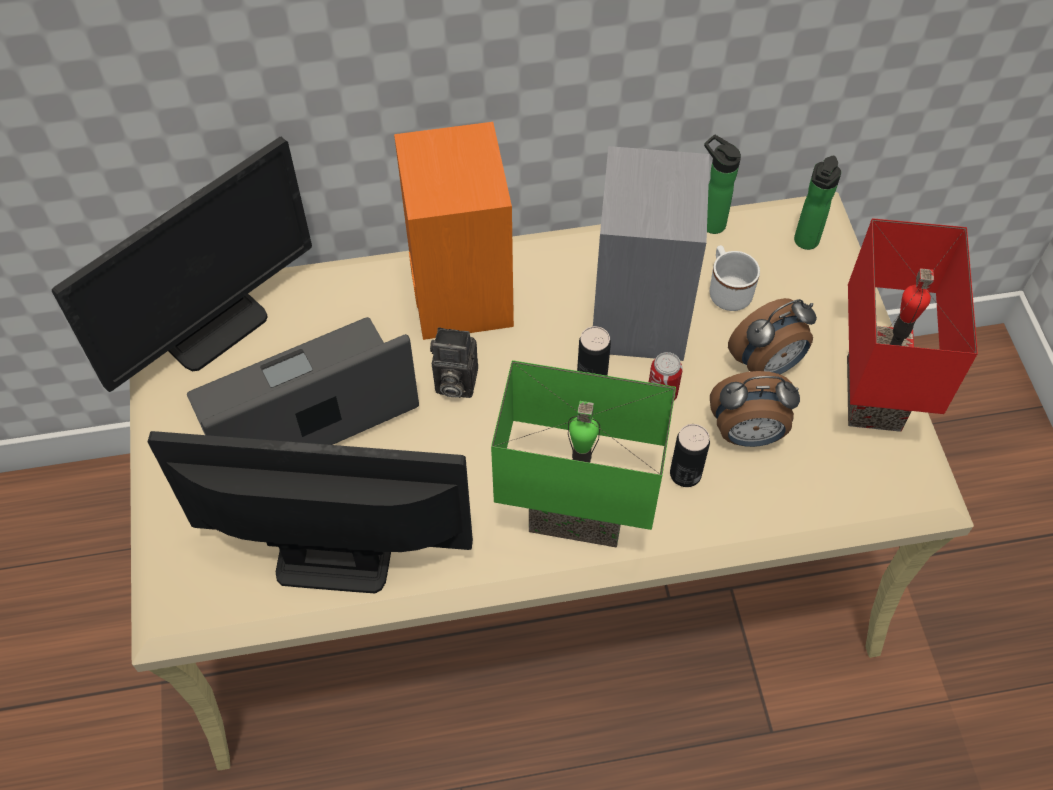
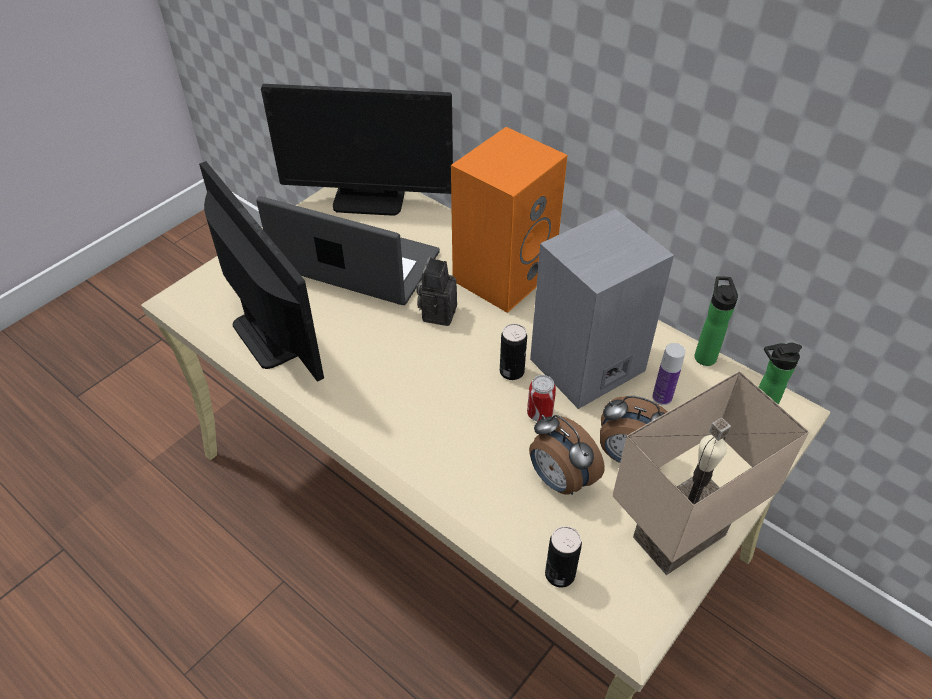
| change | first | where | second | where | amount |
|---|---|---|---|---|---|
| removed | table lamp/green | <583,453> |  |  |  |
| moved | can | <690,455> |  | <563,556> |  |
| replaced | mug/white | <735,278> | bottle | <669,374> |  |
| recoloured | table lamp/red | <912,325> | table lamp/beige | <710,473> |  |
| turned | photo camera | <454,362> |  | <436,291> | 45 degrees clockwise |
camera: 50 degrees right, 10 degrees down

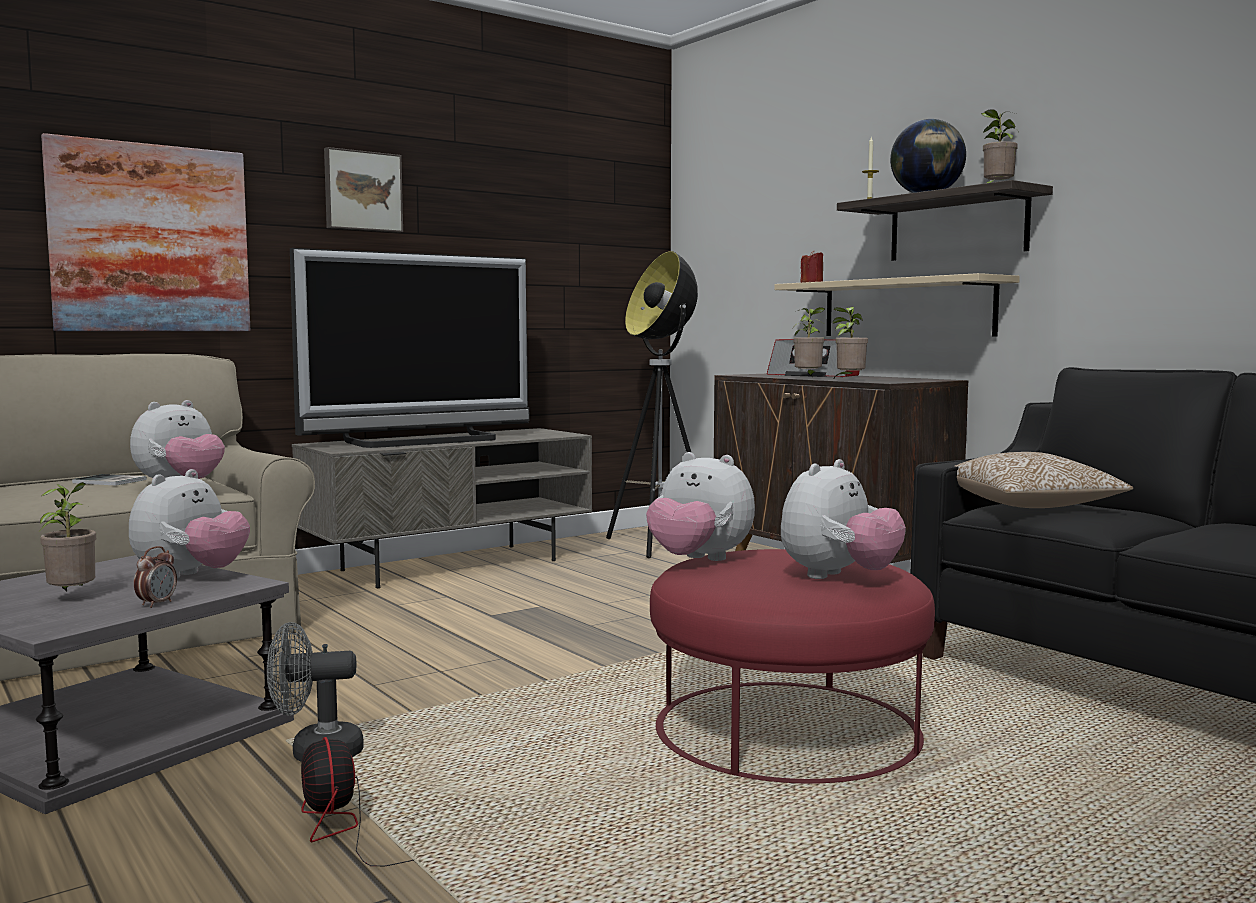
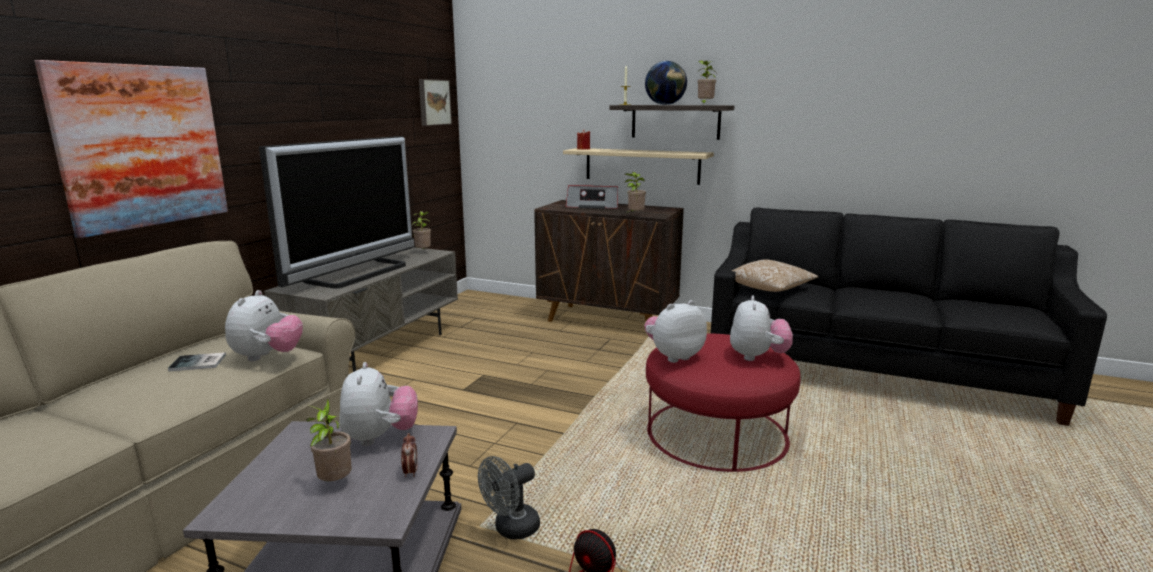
| change | first | where | second | where | amount |
|---|---|---|---|---|---|
| removed | floor lamp | <652,404> |  |  |  |
| moved | picture | <363,190> |  | <435,102> |  |
| moved | potted plant | <809,342> |  | <421,230> |  |
| turned | plush toy | <700,506> |  | <675,331> | 150 degrees clockwise |
camera: 30 degrees left, 10 degrees up

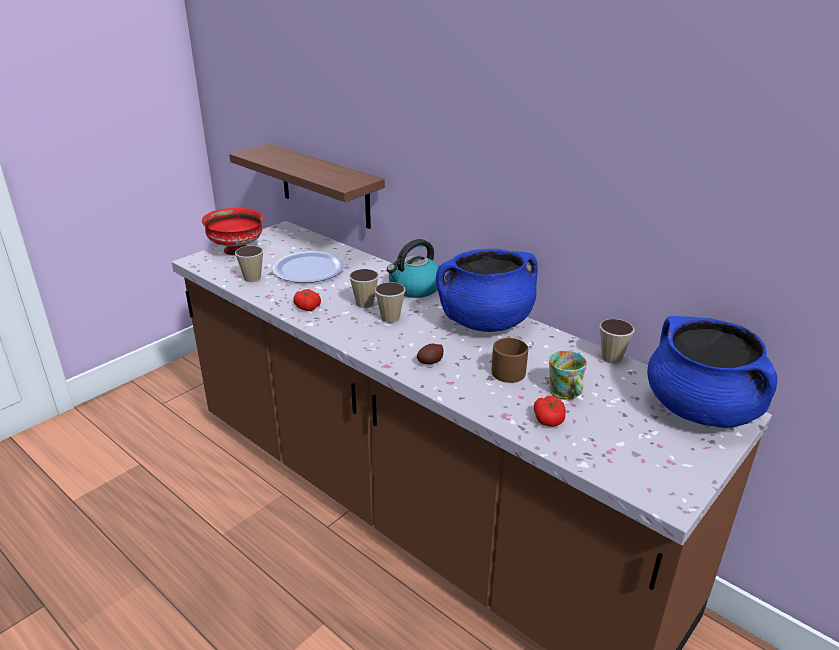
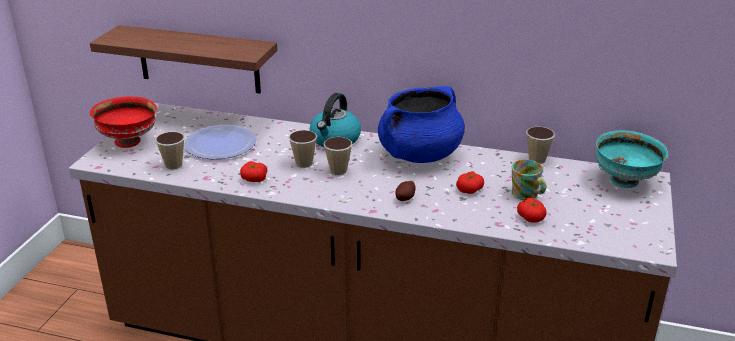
| change | first | where | second | where | amount |
|---|---|---|---|---|---|
| replaced | mug/brown | <510,360> | tomato | <470,182> |  |
| replaced | cooking pot/blue | <712,372> | bowl/turquoise | <632,159> |  |
camera: 25 degrees left, 0 degrees up

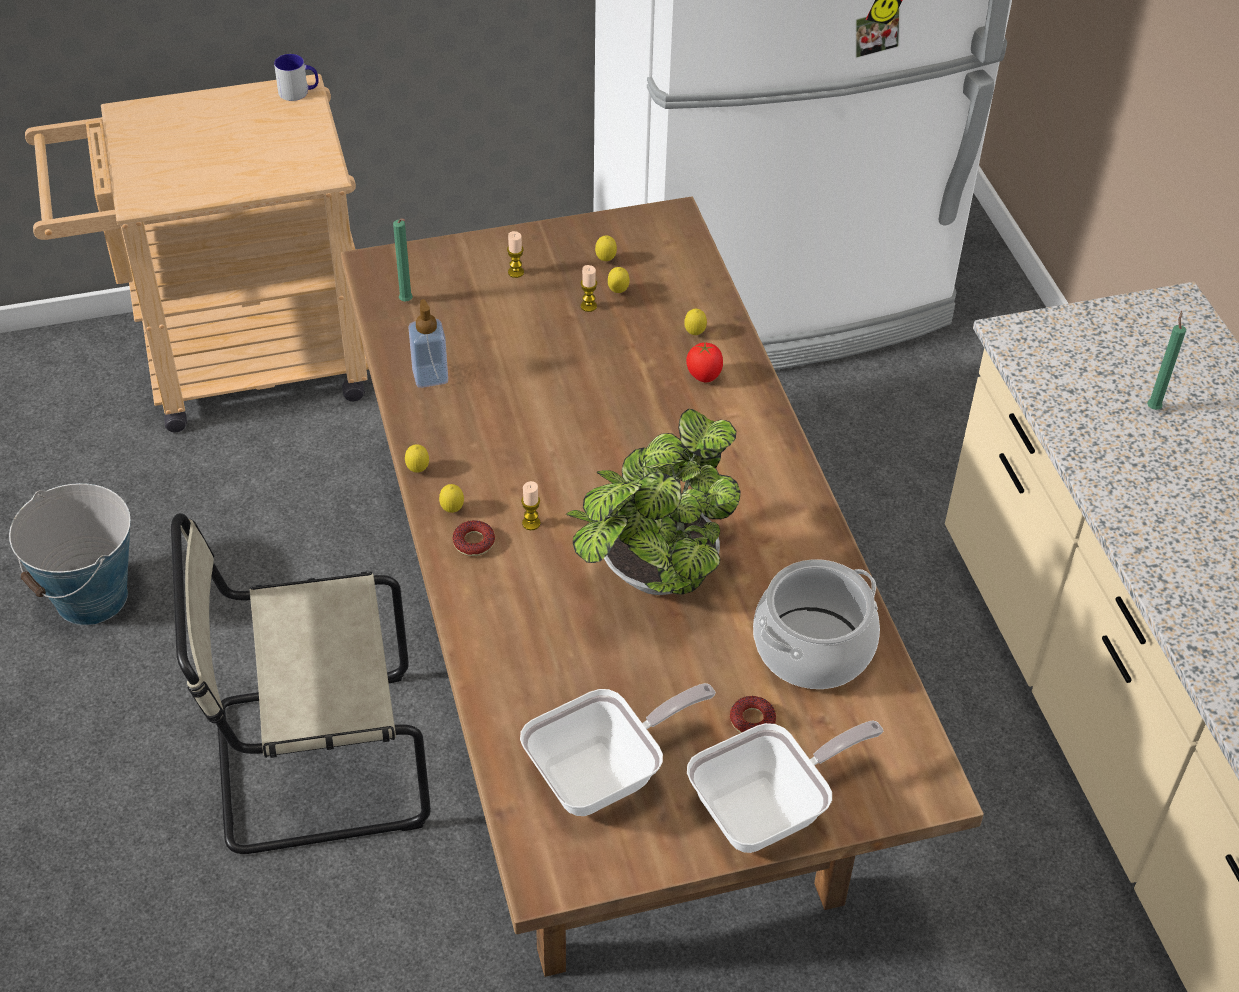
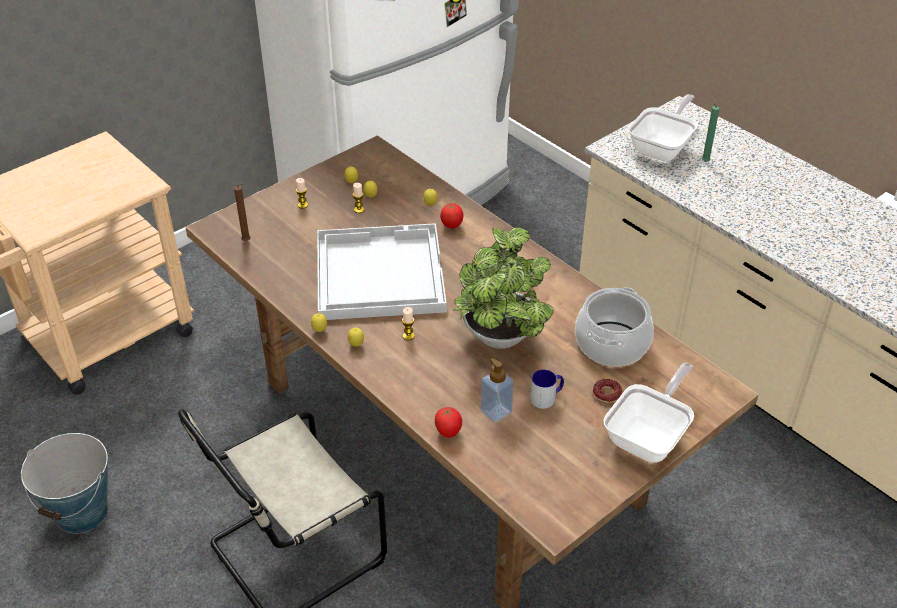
| change | first | where | second | where | amount |
|---|---|---|---|---|---|
| removed | donut | <473,538> |  |  |  |
| added |  |  | tray/white | <382,271> |  |
| added |  |  | tomato | <448,422> |  |
| moved | mug | <296,77> |  | <547,389> |  |
| moved | soap dispenser | <428,343> |  | <497,390> |  |
| moved | frying pan | <618,749> |  | <663,128> |  |
| recoloured | candle/green | <403,259> | candle/brown | <242,212> |  |
camera: 25 degrees left, 5 degrees down

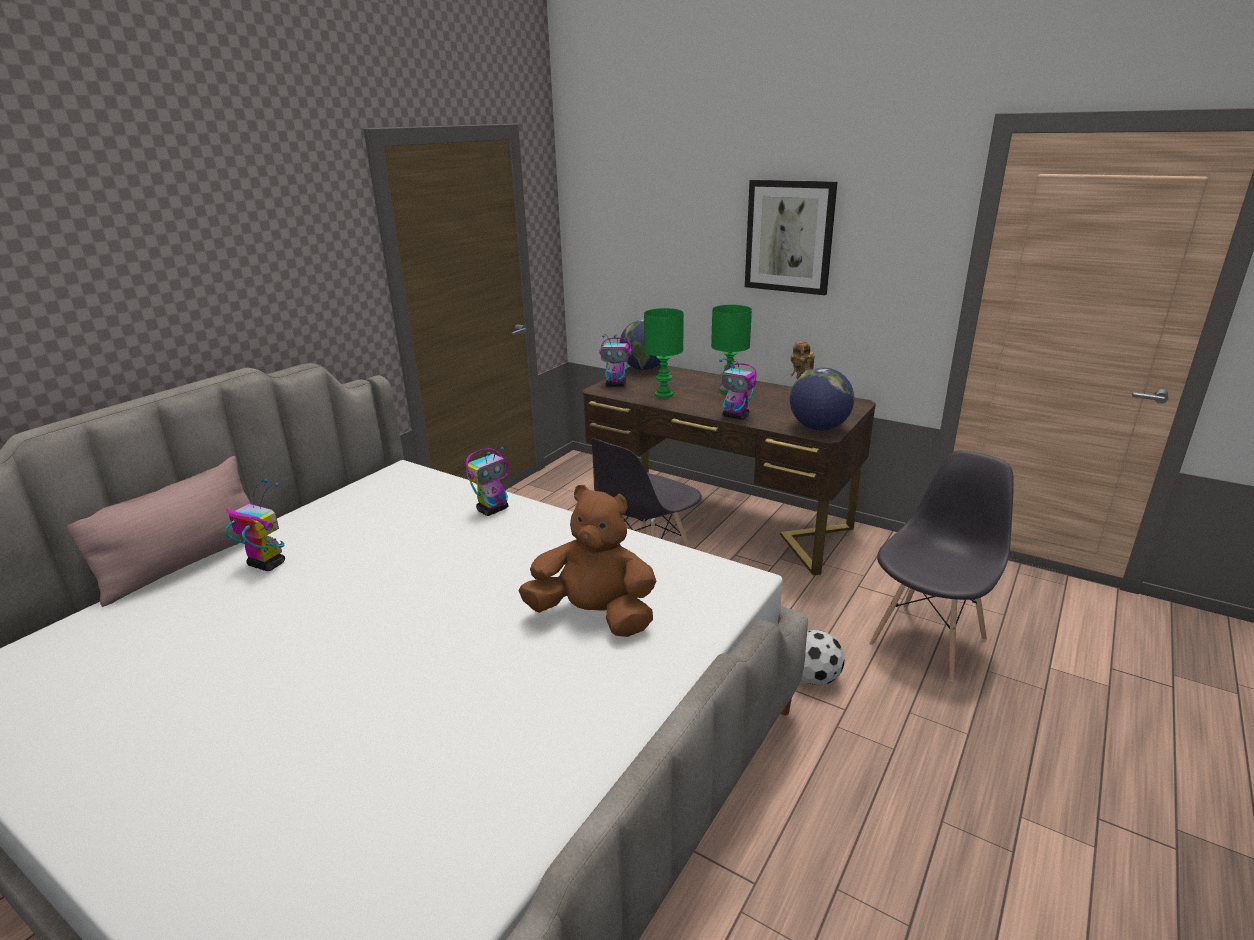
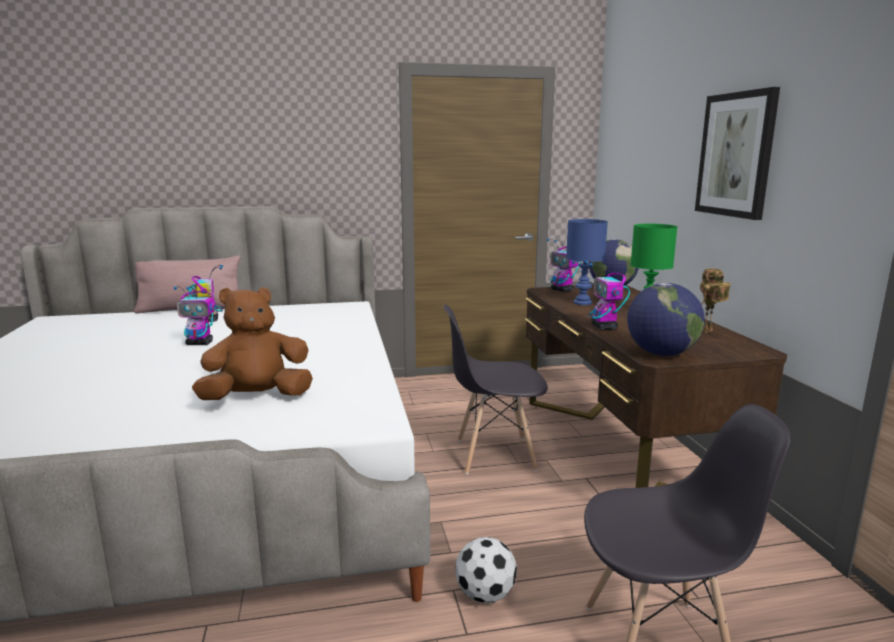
| change | first | where | second | where | amount |
|---|---|---|---|---|---|
| moved | toy robot | <487,481> |  | <194,315> |  |
| recoloured | table lamp/green | <664,353> | table lamp/blue | <587,262> |  |
| turned | plush toy/brown | <587,561> |  | <252,343> | 90 degrees counterclockwise |
camera: 45 degrees right, 10 degrees down

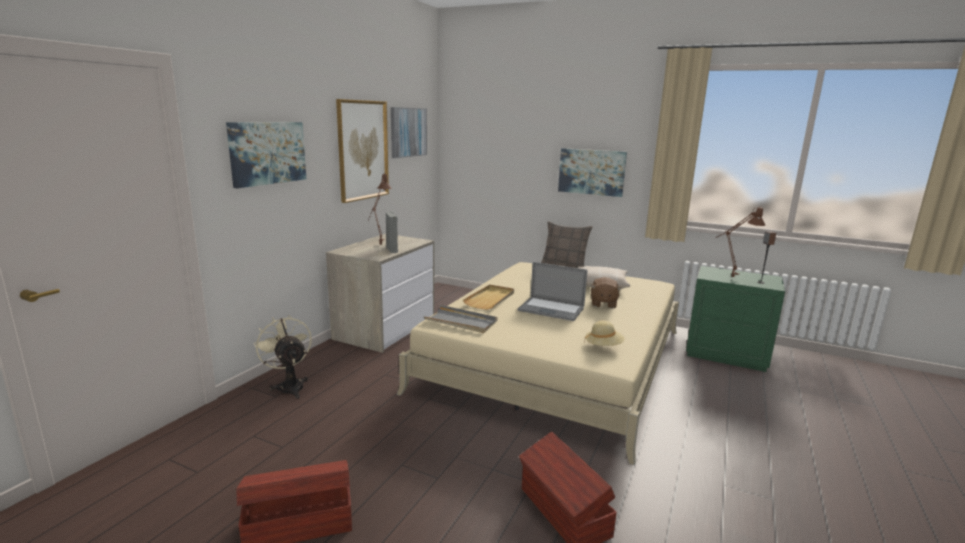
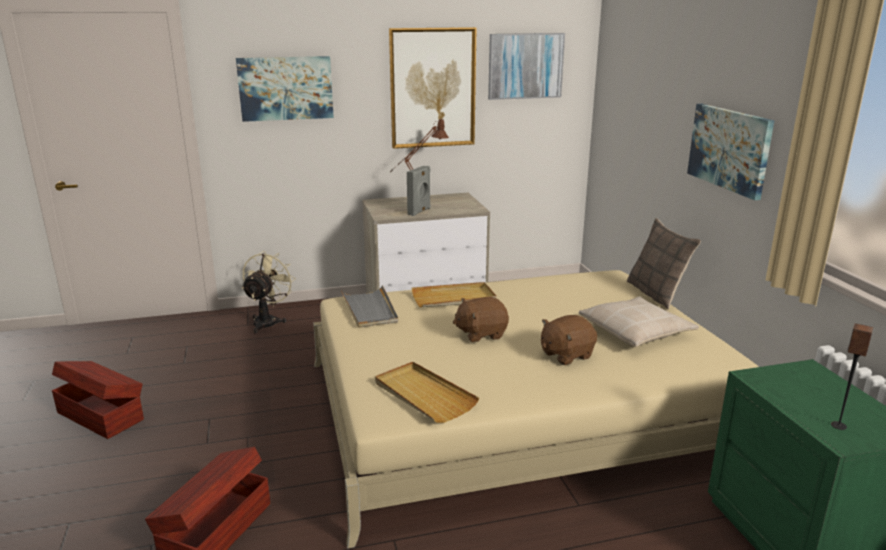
| change | first | where | second | where | amount |
|---|---|---|---|---|---|
| removed | table lamp/brown | <740,241> |  |  |  |
| replaced | laptop | <552,291> | plush toy/brown | <481,319> |  |
| replaced | hat/beige | <604,333> | tray/beige | <427,392> |  |
camera: 50 degrees right, 5 degrees up

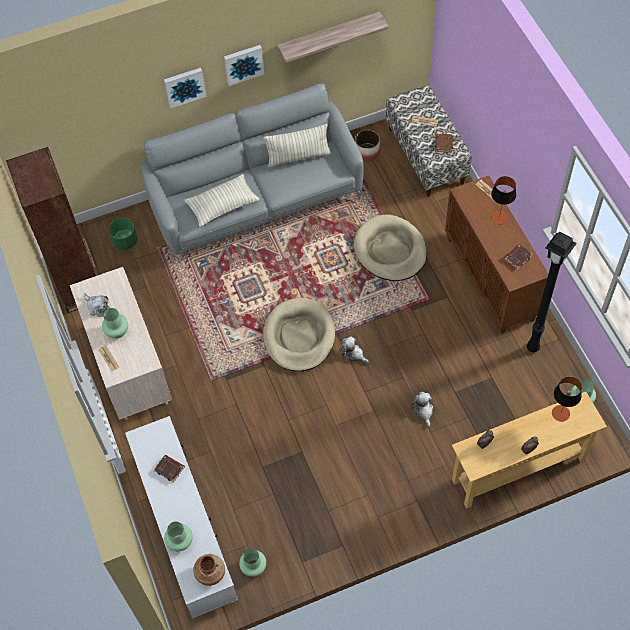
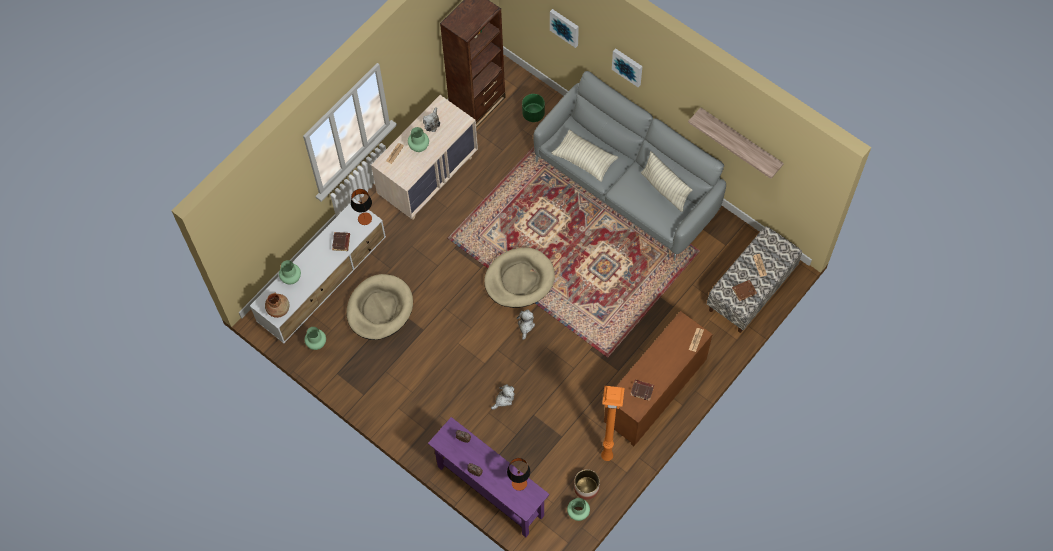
| change | first | where | second | where | amount |
|---|---|---|---|---|---|
| moved | picture | <244,65> |  | <564,28> |  |
| moved | dog bed/beige | <390,247> |  | <379,307> |  |
| moved | planter | <367,146> |  | <587,484> |  |
| moved | table lamp | <503,200> |  | <361,207> |  |
| recoloured | console table/beige | <529,450> | console table/purple | <489,477> |  |
| recoloured | floor lamp/black | <552,291> | floor lamp/orange | <612,423> |  |
camera: 60 degrees right, 5 degrees up

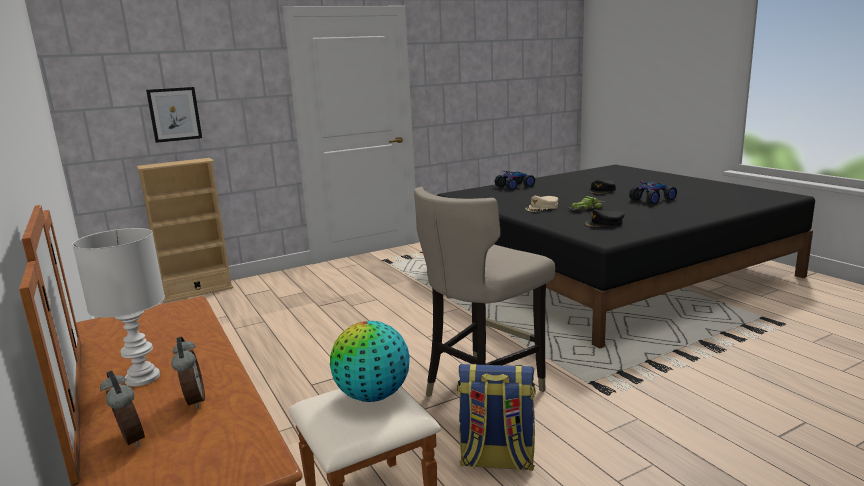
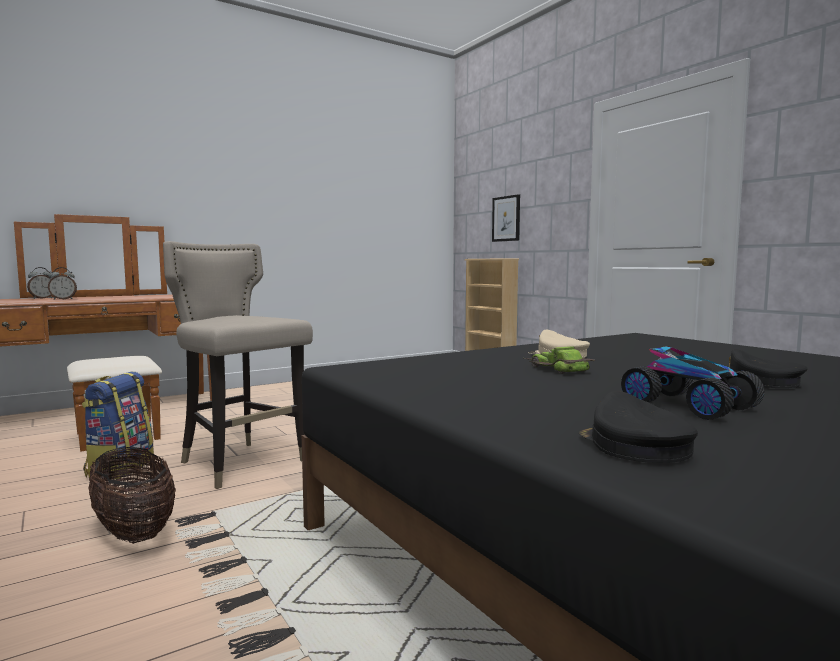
| change | first | where | second | where | amount |
|---|---|---|---|---|---|
| removed | table lamp/white | <118,307> |  |  |  |
| removed | globe | <370,361> |  |  |  |
| removed | toy car | <515,180> |  |  |  |
| added |  |  | basket | <132,495> |  |
| moved | cap/black | <604,218> |  | <638,427> |  |
camera: 85 degrees right, 10 degrees down

